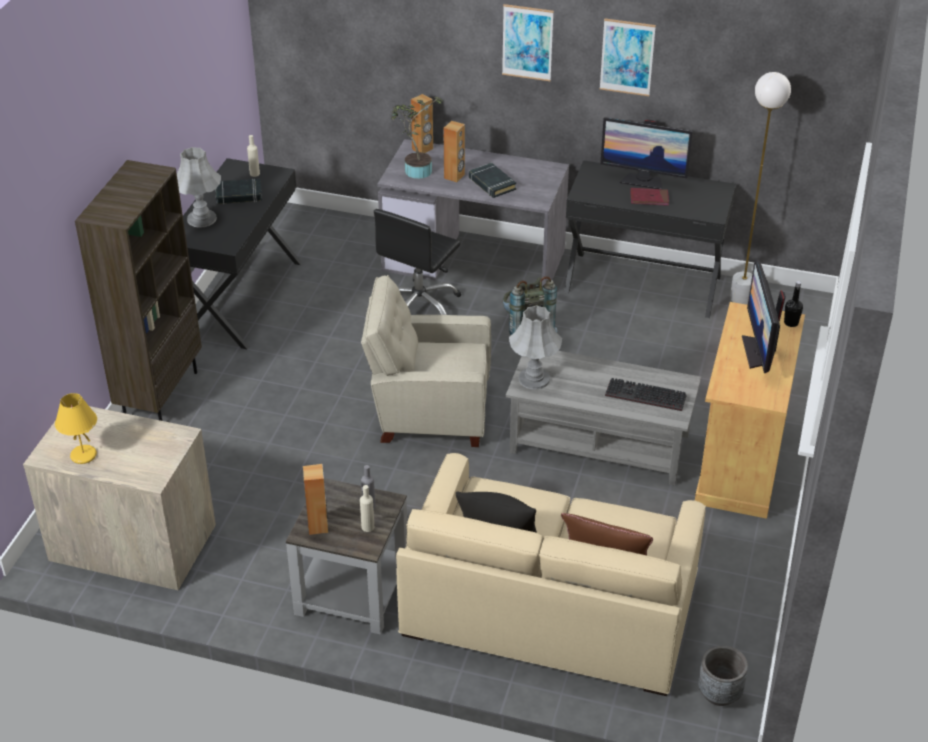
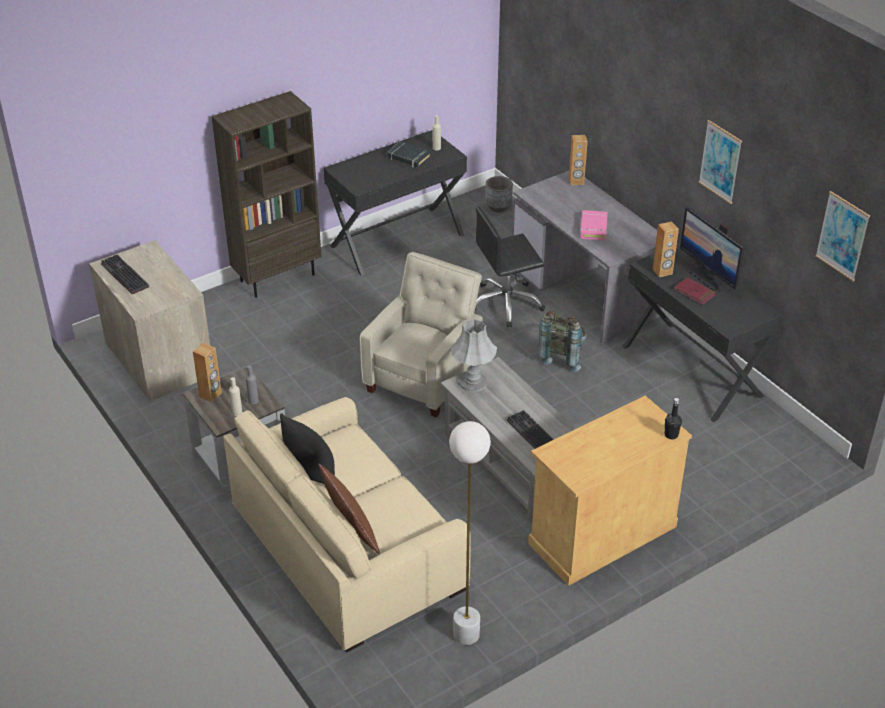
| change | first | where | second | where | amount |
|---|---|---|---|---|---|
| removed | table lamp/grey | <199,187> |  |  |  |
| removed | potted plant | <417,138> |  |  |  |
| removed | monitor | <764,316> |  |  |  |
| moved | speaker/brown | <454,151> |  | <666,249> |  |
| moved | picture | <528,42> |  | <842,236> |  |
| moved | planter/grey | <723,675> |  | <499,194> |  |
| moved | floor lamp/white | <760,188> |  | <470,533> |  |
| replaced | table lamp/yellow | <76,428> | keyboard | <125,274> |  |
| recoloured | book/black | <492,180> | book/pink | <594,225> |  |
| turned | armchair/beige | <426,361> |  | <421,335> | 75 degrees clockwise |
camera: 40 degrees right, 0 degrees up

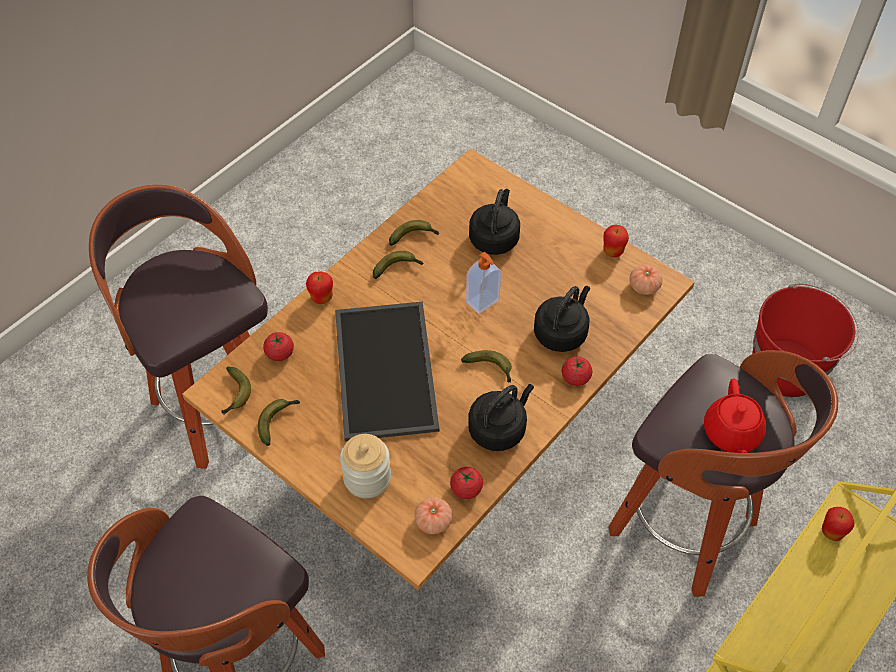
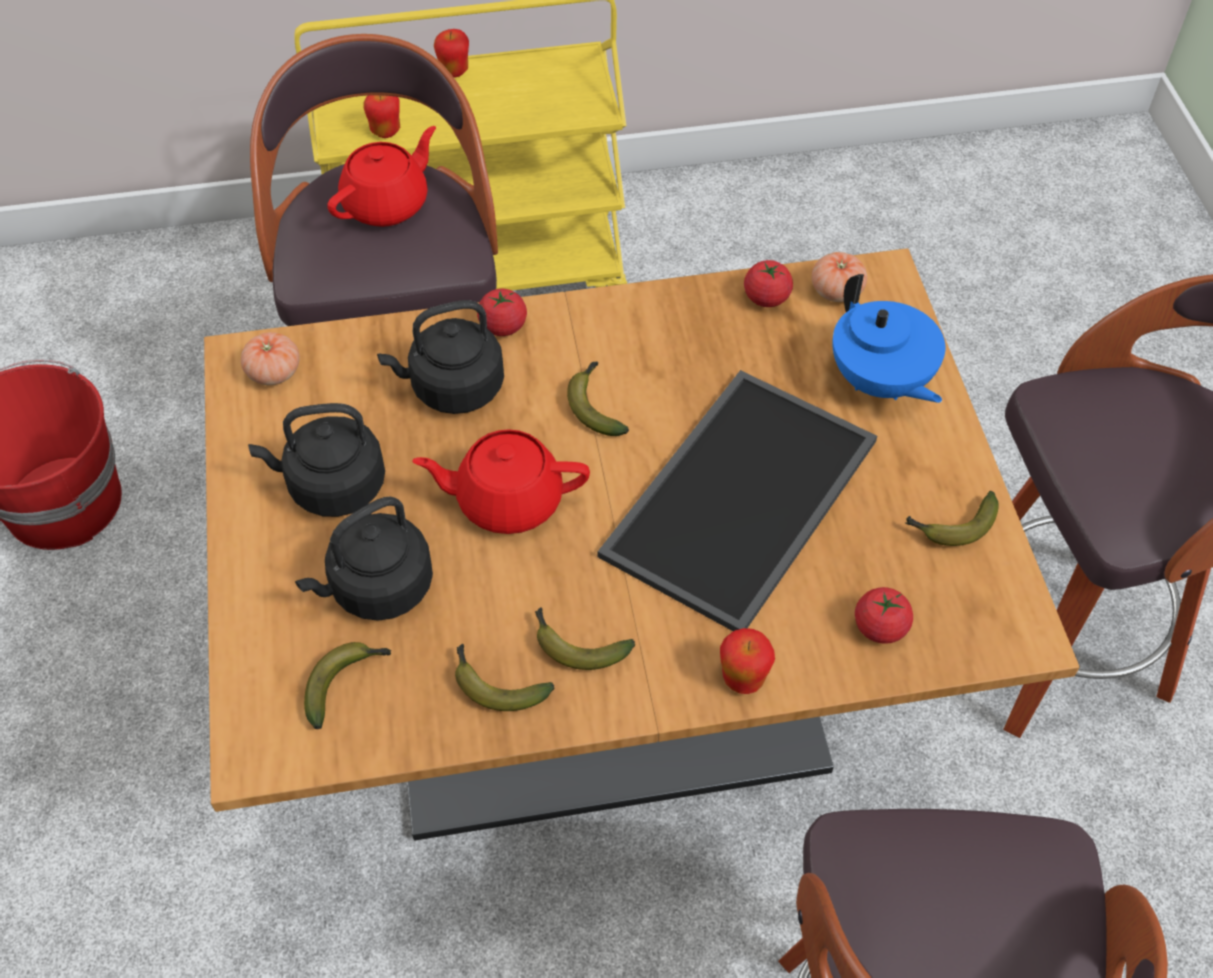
| change | first | where | second | where | amount |
|---|---|---|---|---|---|
| moved | banana | <236,391> |  | <347,685> |  |
| moved | kettle/black | <501,417> |  | <316,460> |  |
| moved | apple | <616,241> |  | <451,53> |  |
| replaced | jar | <365,466> | teapot/blue | <889,338> |  |
| replaced | soap dispenser | <483,283> | teapot/red | <501,481> |  |
camera: 140 degrees left, 0 degrees up

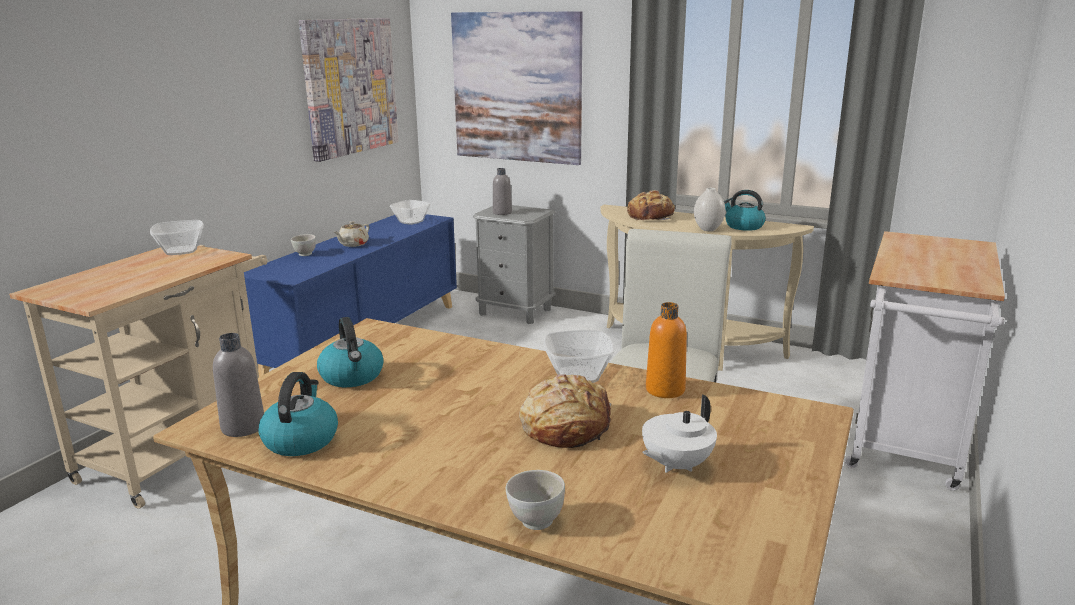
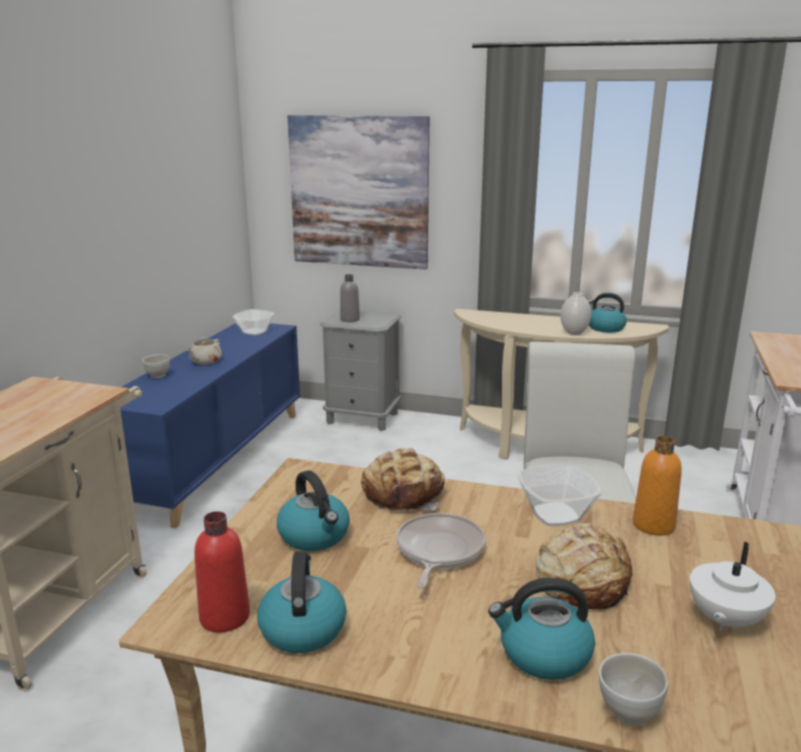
| change | first | where | second | where | amount |
|---|---|---|---|---|---|
| removed | bowl | <177,237> |  |  |  |
| removed | picture | <349,90> |  |  |  |
| added |  |  | frying pan | <441,550> |  |
| added |  |  | kettle | <541,629> |  |
| moved | bread | <651,205> |  | <403,479> |  |
| recoloured | bottle/grey | <238,385> | bottle/red | <222,571> |  |
camera: 10 degrees left, 0 degrees up

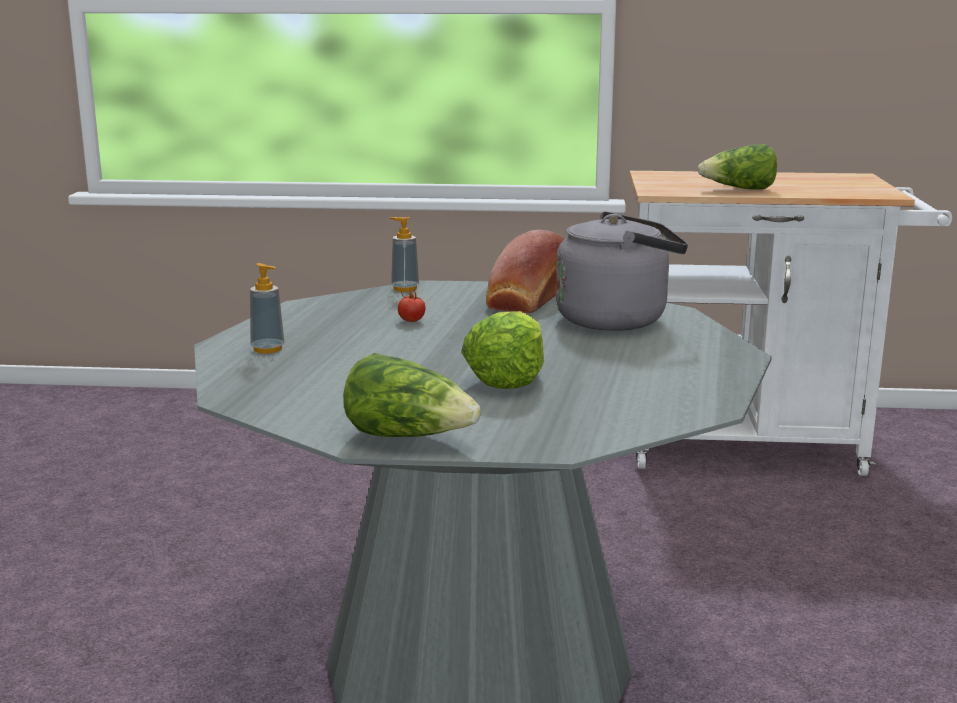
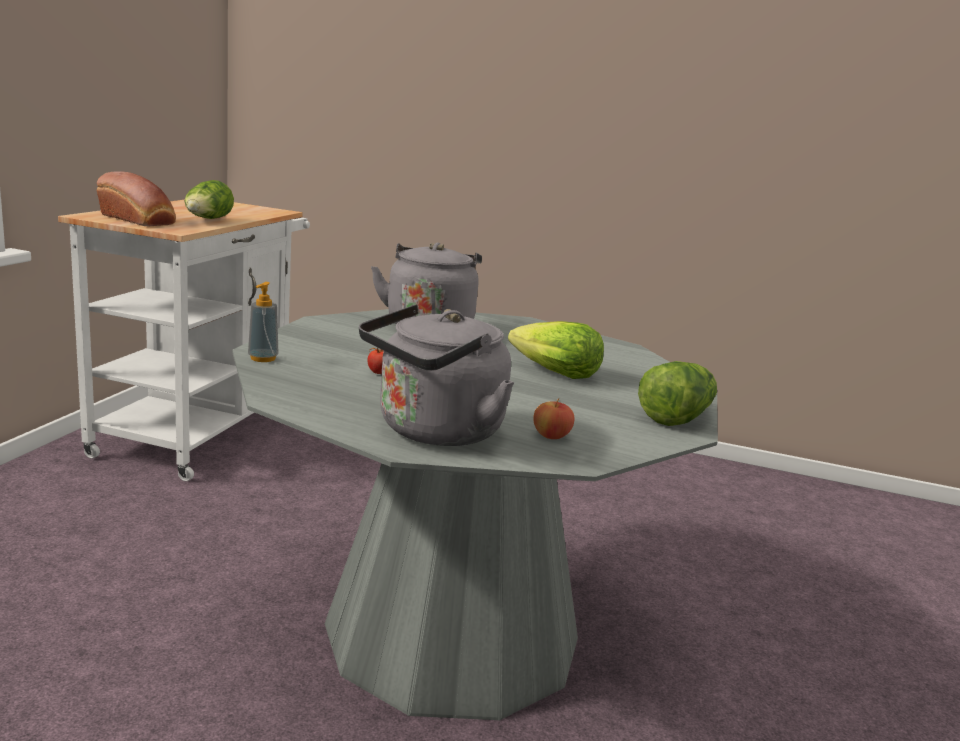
| change | first | where | second | where | amount |
|---|---|---|---|---|---|
| added |  |  | apple | <553,418> |  |
| moved | bread | <525,271> |  | <136,199> |  |
| replaced | soap dispenser | <267,308> | kettle/grey | <436,375> |  |
camera: 80 degrees left, 0 degrees up

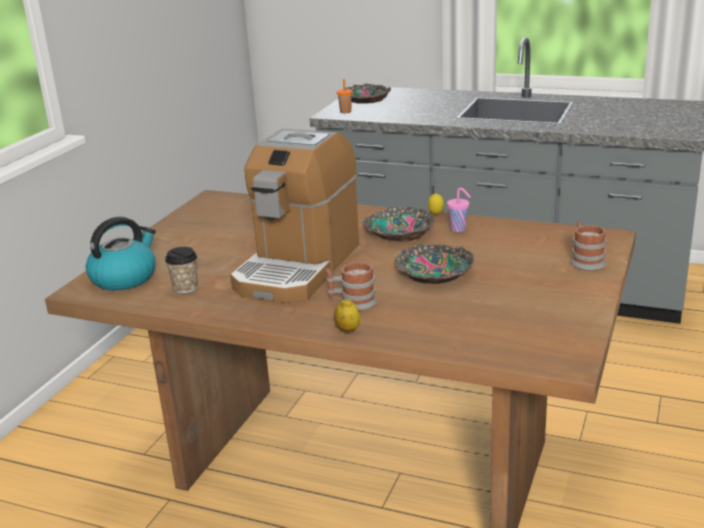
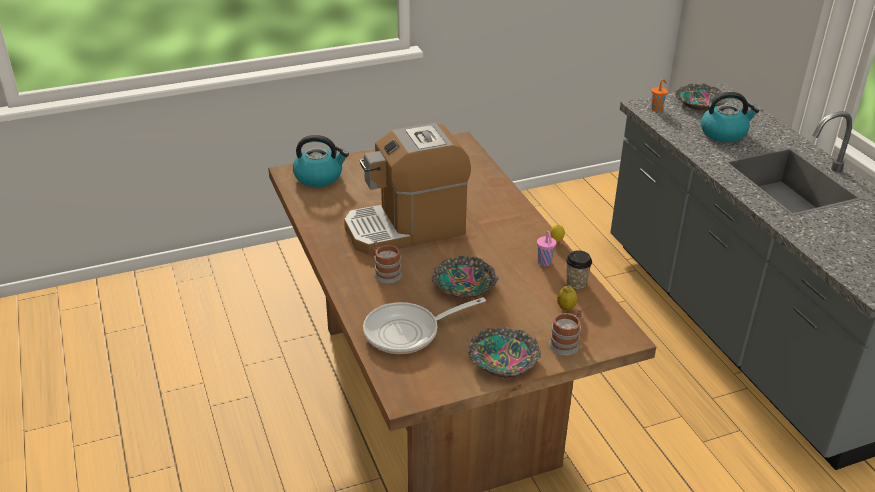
| change | first | where | second | where | amount |
|---|---|---|---|---|---|
| added |  |  | frying pan | <424,325> |  |
| added |  |  | kettle | <730,117> |  |
| moved | cup | <181,270> |  | <579,269> |  |
| moved | lemon | <347,315> |  | <567,298> |  |
| moved | bowl | <399,223> |  | <504,352> |  |
camera: 45 degrees right, 10 degrees up

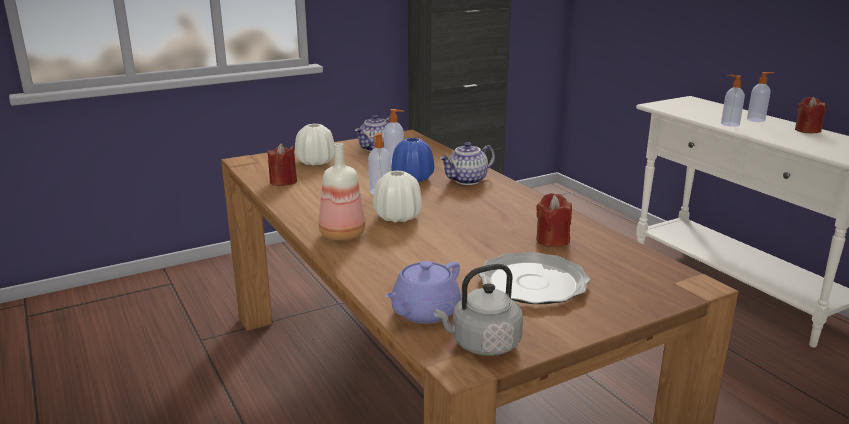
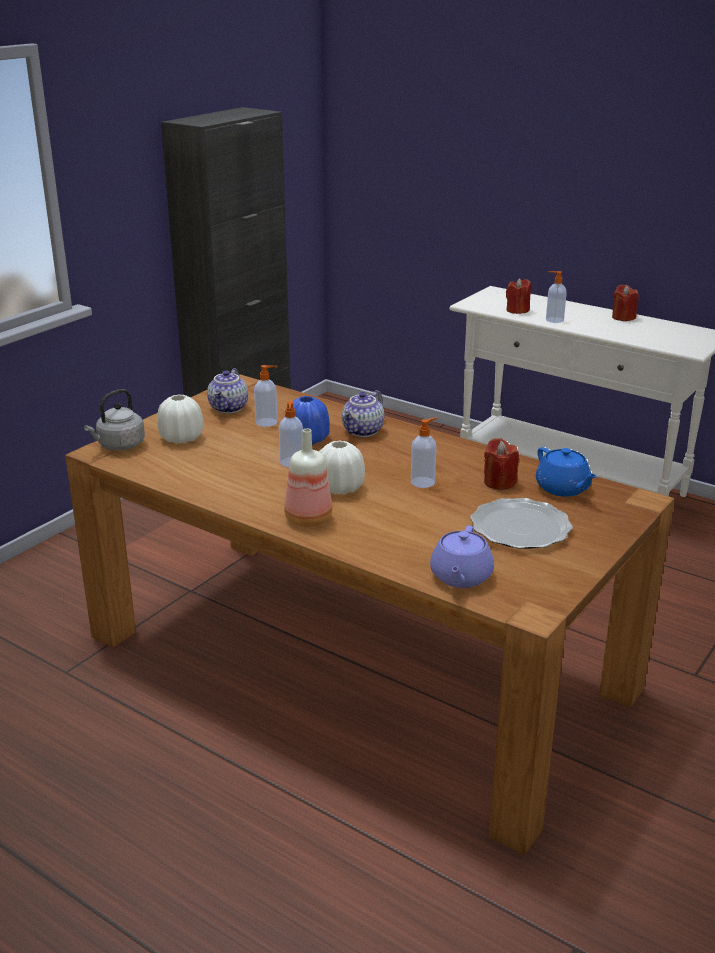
| change | first | where | second | where | amount |
|---|---|---|---|---|---|
| added |  |  | teapot/blue | <566,472> |  |
| moved | candle/red | <282,164> |  | <518,296> |  |
| moved | kettle/grey | <478,310> |  | <114,419> |  |
| moved | soap dispenser | <761,97> |  | <424,453> |  |
camera: 25 degrees left, 5 degrees up

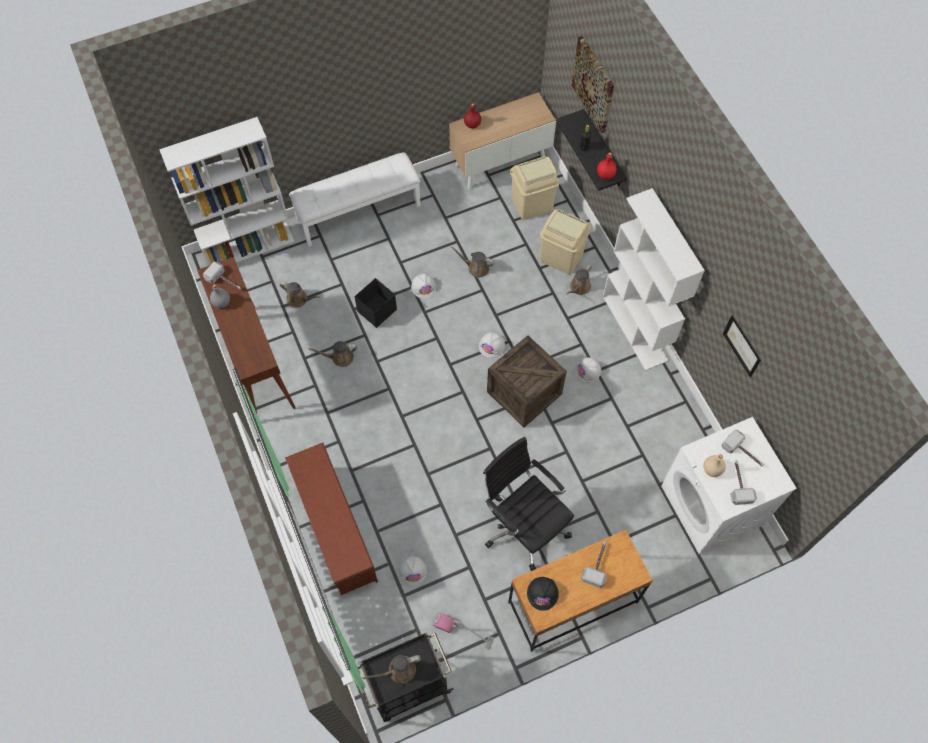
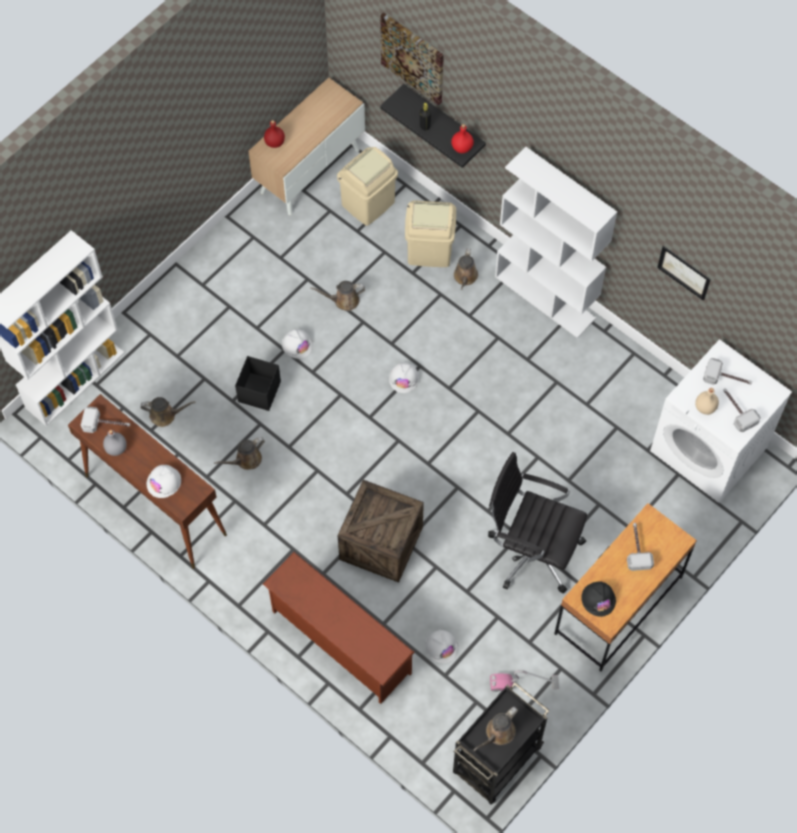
| change | first | where | second | where | amount |
|---|---|---|---|---|---|
| removed | bench/white | <354,199> |  |  |  |
| moved | crate | <527,381> |  | <380,531> |  |
| moved | hard hat/white | <588,370> |  | <164,481> |  |
camera: 25 degrees left, 0 degrees up

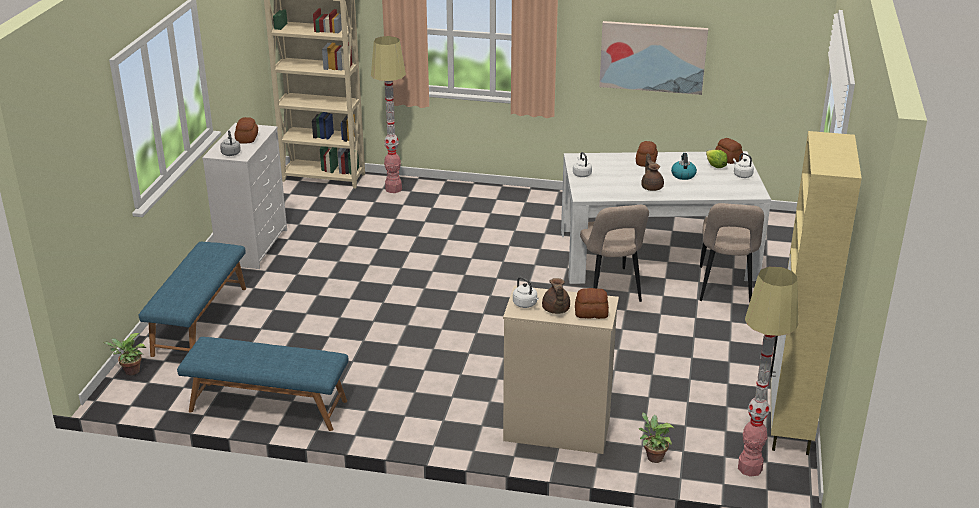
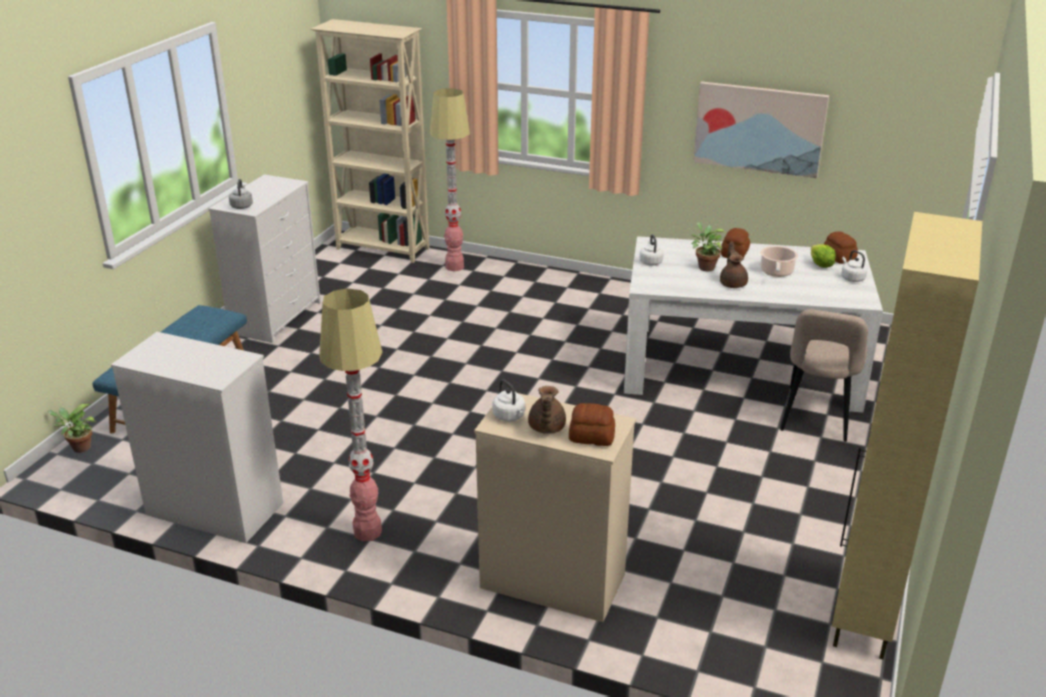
| change | first | where | second | where | amount |
|---|---|---|---|---|---|
| removed | bread | <246,130> |  |  |  |
| removed | chair/beige | <614,253> |  |  |  |
| moved | potted plant | <656,438> |  | <708,247> |  |
| moved | floor lamp | <768,372> |  | <350,414> |  |
| replaced | bench/blue | <262,384> | dresser/white | <197,437> |  |
| replaced | kettle | <684,166> | cooking pot | <779,261> |  |
camera: 10 degrees right, 0 degrees up

